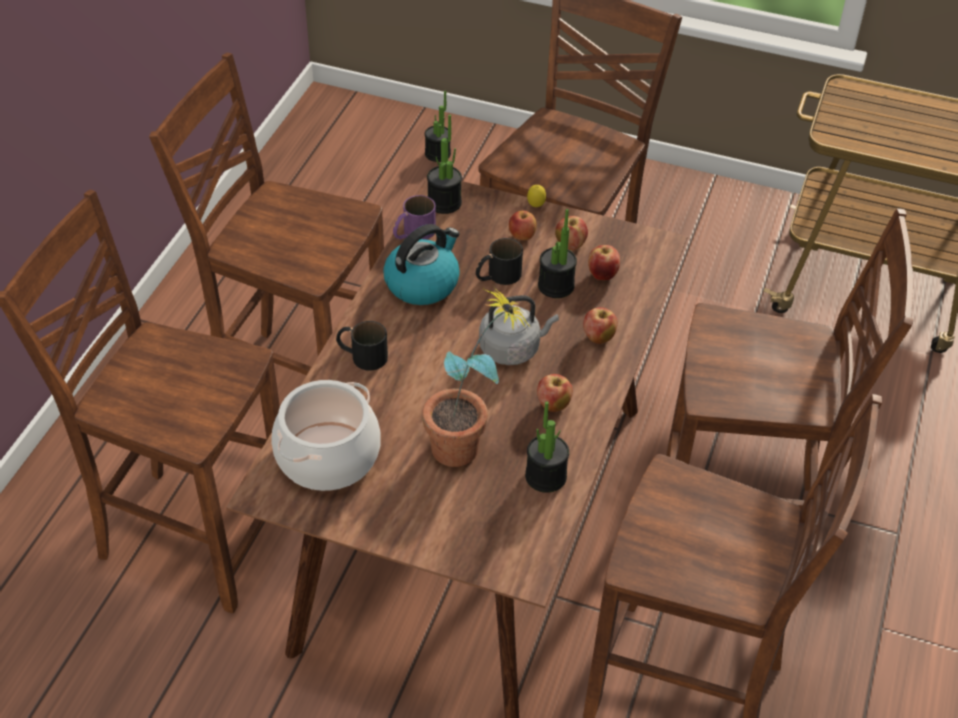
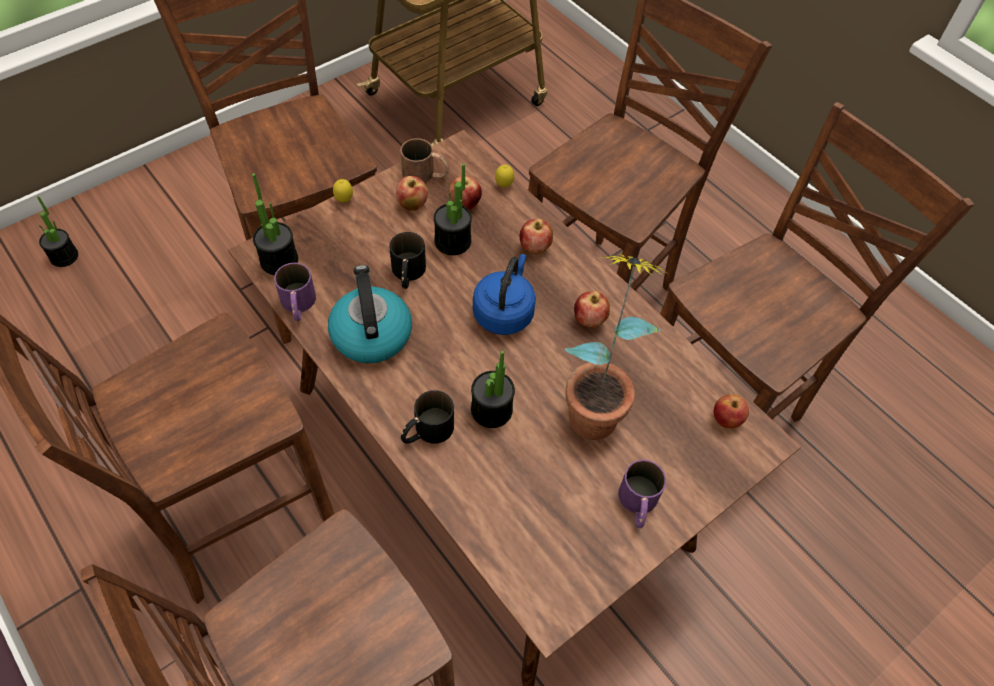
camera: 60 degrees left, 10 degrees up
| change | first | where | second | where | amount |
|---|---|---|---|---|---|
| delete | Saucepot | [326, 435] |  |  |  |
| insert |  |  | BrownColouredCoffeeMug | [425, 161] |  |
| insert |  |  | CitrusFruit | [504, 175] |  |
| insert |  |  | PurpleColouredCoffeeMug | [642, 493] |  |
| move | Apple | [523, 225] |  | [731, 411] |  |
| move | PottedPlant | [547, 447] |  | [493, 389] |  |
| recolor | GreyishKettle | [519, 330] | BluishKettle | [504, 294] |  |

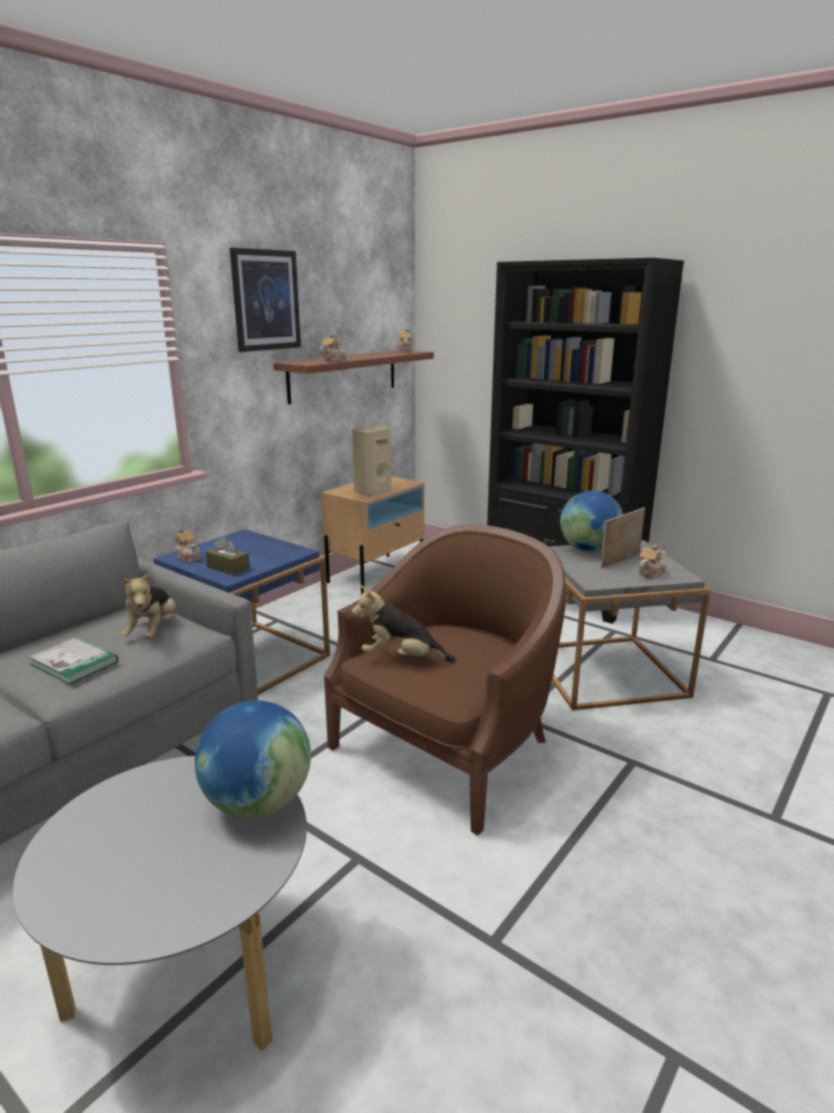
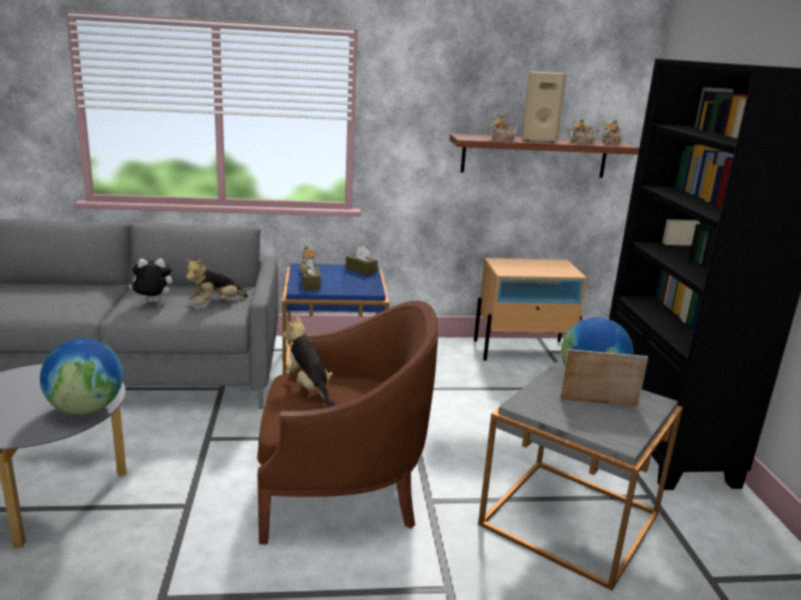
camera: 45 degrees right, 0 degrees up
| change | first | where | second | where | amount |
|---|---|---|---|---|---|
| delete | Picture | [265, 300] |  |  |  |
| insert |  |  | BrownColouredTissueHolder | [362, 261] |  |
| move | SandColouredSpeaker | [371, 461] |  | [544, 106] |  |
| move | TeaPot | [653, 561] |  | [583, 131] |  |
| replace | Book | [73, 661] | CuddlyToy | [150, 280] |  |

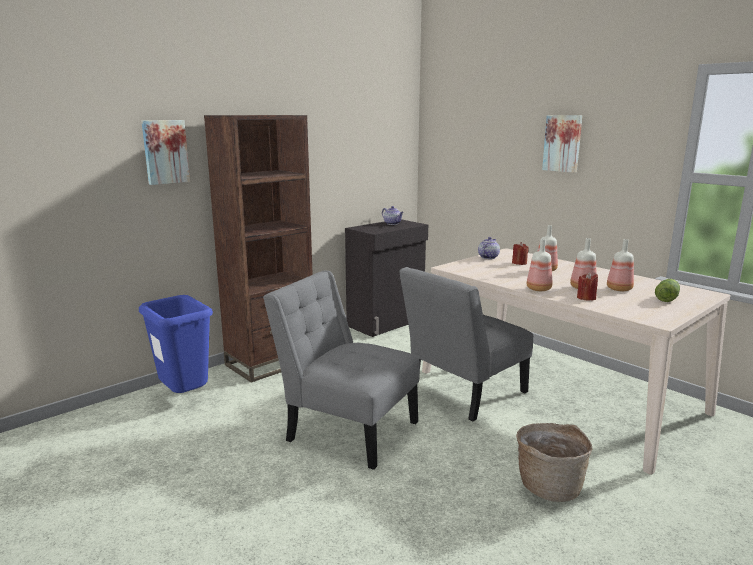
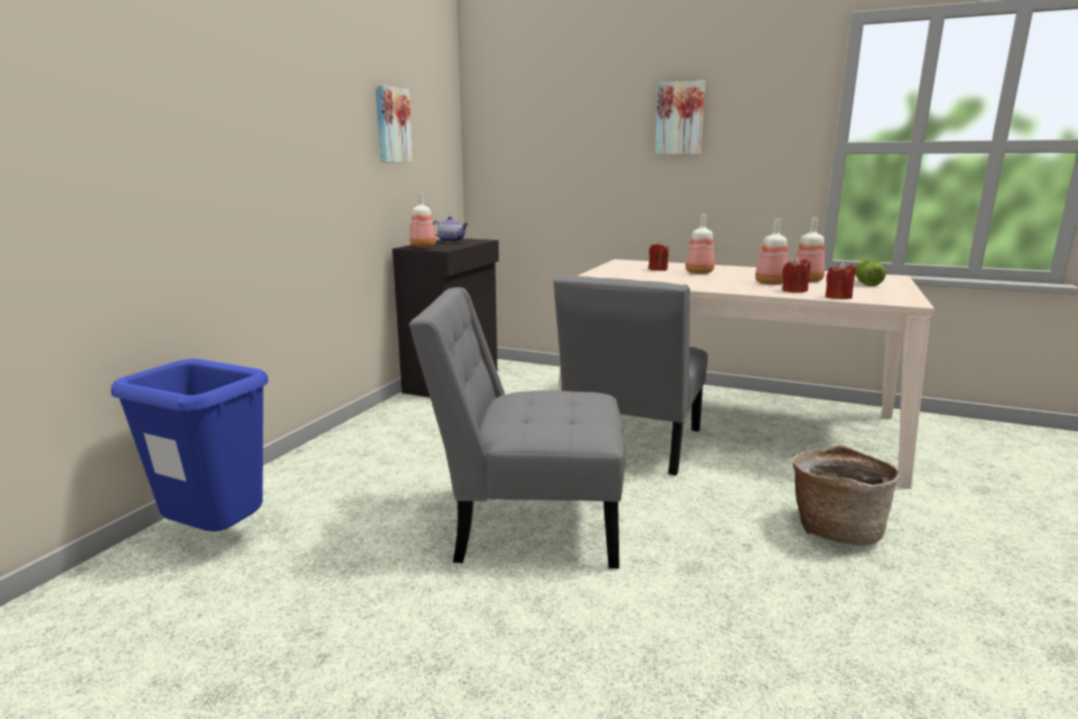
camera: 25 degrees left, 0 degrees up
| change | first | where | second | where | amount |
|---|---|---|---|---|---|
| delete | BrownColouredBookcase | [258, 249] |  |  |  |
| delete | TeaPot | [489, 248] |  |  |  |
| insert |  |  | ReddishWaxCandle | [840, 280] |  |
| move | Picture | [165, 152] |  | [394, 124] |  |
| move | BeverageBottle | [539, 265] |  | [423, 220] |  |

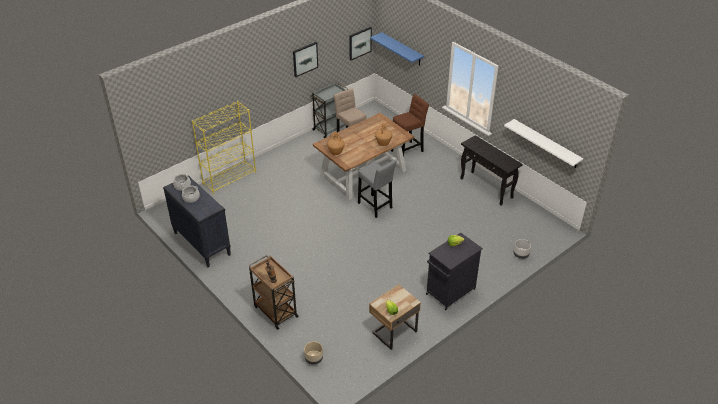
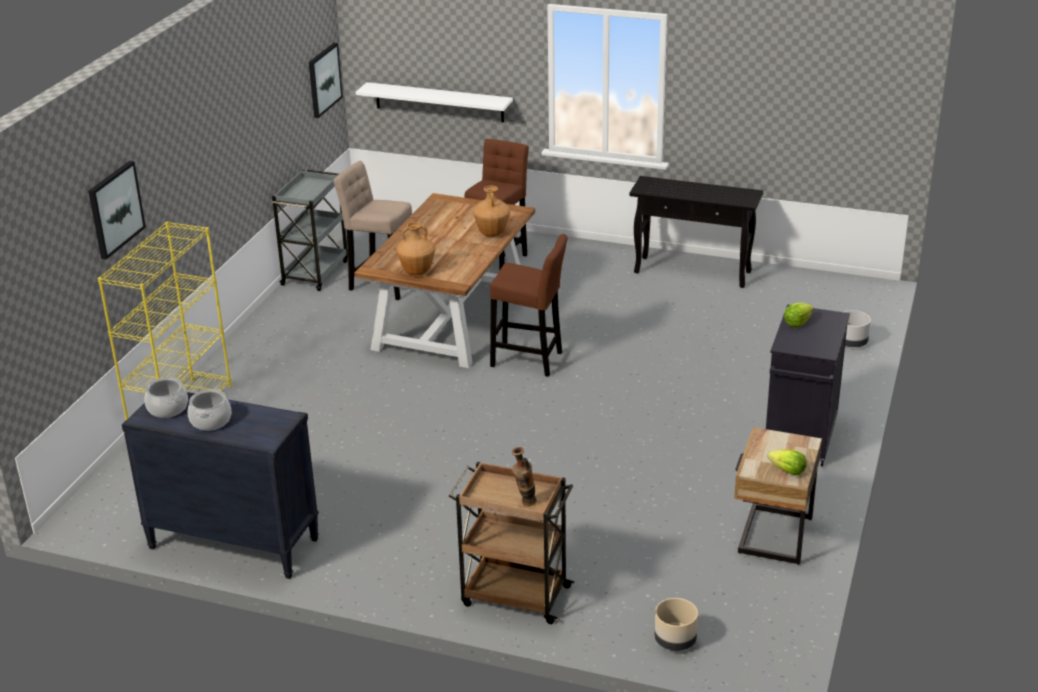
camera: 30 degrees left, 10 degrees down
| change | first | where | second | where | amount |
|---|---|---|---|---|---|
| delete | BluishBracketShelf | [397, 49] |  |  |  |
| move | Picture | [305, 59] |  | [117, 210] |  |
| move | WhiteColouredBracketShelf | [543, 143] |  | [434, 102] |  |
| recolor | GreyishSittingStool | [377, 188] | BrownColouredSittingStool | [529, 305] |  |

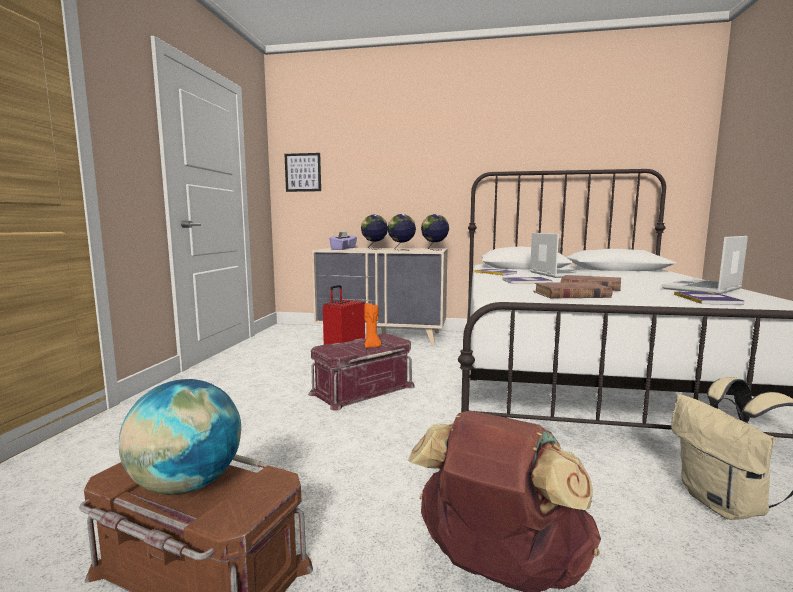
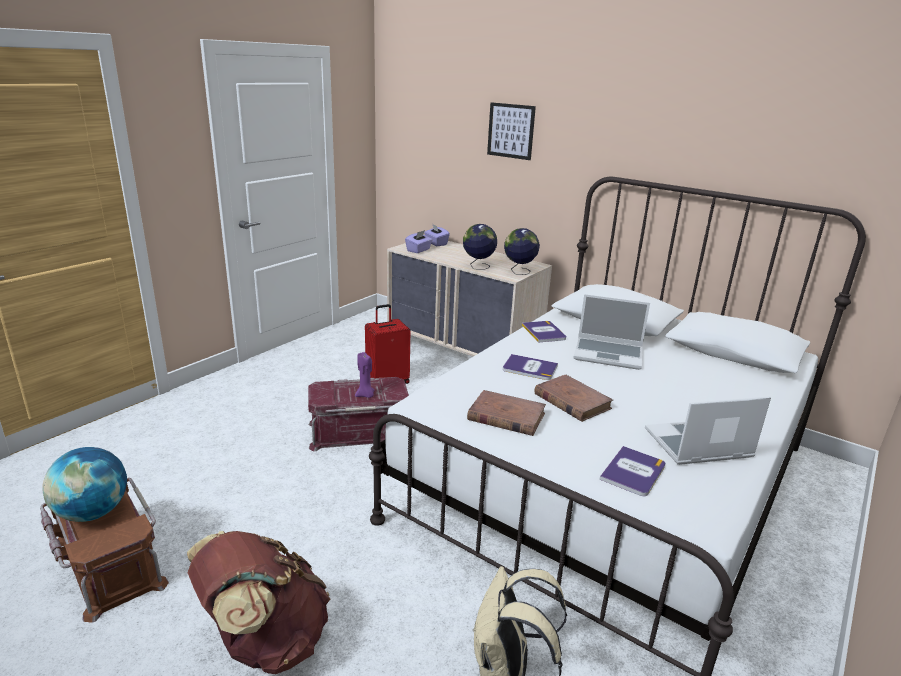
camera: 25 degrees right, 15 degrees up
| change | first | where | second | where | amount |
|---|---|---|---|---|---|
| delete | Globe | [374, 231] |  |  |  |
| move | Picture | [303, 172] |  | [511, 131] |  |
| recolor | OrangeWaxCandle | [372, 325] | PurpleColouredWaxCandle | [365, 375] |  |
| rotate | PortableComputer | [561, 255] |  | [612, 332] | 90 degrees clockwise |

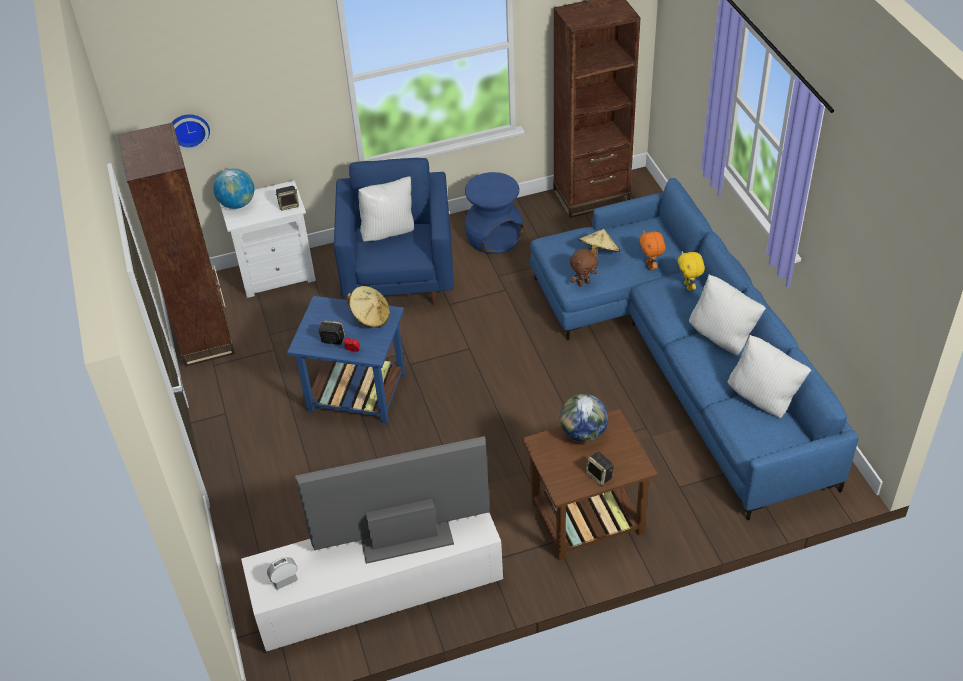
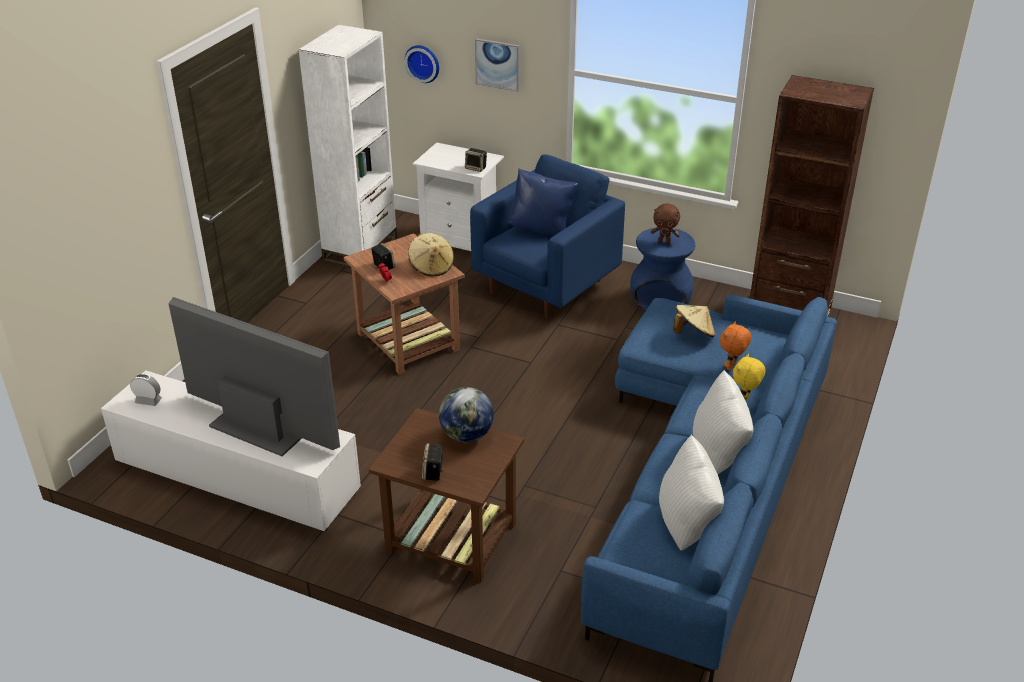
camera: 40 degrees right, 10 degrees down
| change | first | where | second | where | amount |
|---|---|---|---|---|---|
| delete | Globe | [233, 188] |  |  |  |
| insert |  |  | Picture | [497, 65] |  |
| move | BrownColouredCuddlyToy | [584, 268] |  | [665, 223] |  |
| recolor | BrownColouredBookcase | [176, 244] | WhiteColouredBookcase | [347, 146] |  |
| recolor | BluishEndTable | [346, 359] | BrownColouredEndTable | [404, 303] |  |
| recolor | WhiteColouredCushion | [386, 209] | BluishCushion | [543, 203] |  |

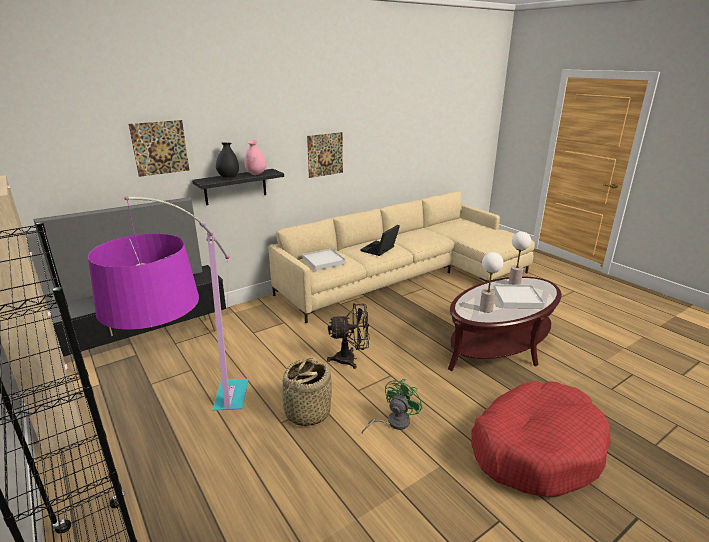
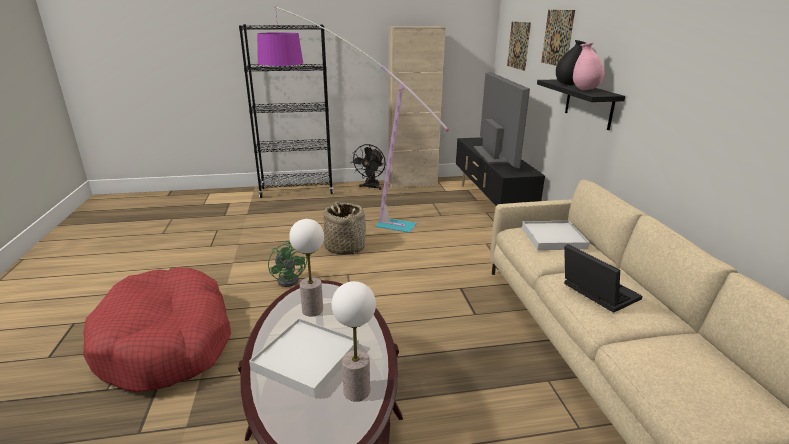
camera: 115 degrees right, 0 degrees up
| change | first | where | second | where | amount |
|---|---|---|---|---|---|
| move | Picture | [325, 155] |  | [519, 46] |  |
| move | BlackElectricFan | [348, 336] |  | [369, 167] |  |

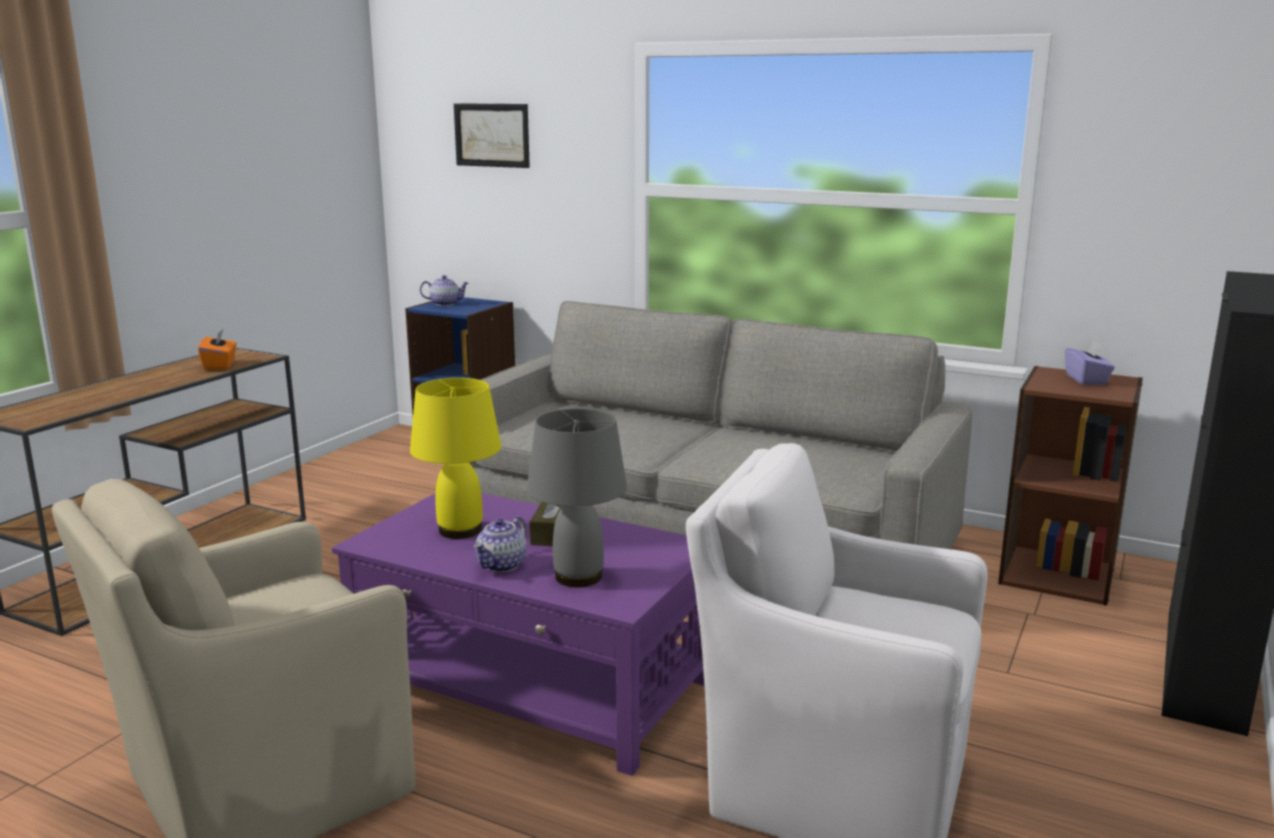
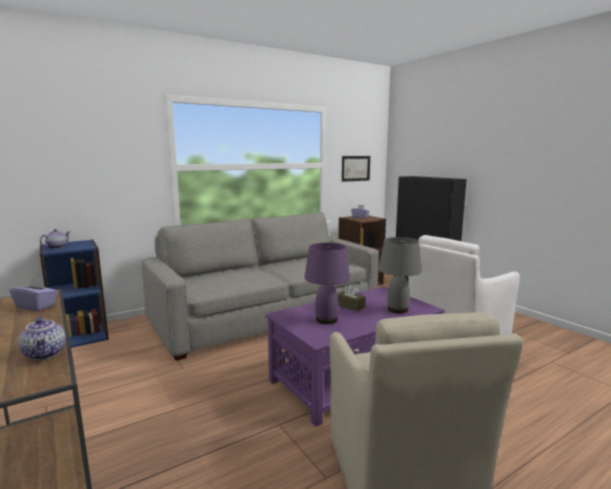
camera: 60 degrees left, 5 degrees down
| change | first | where | second | where | amount |
|---|---|---|---|---|---|
| move | Picture | [492, 135] |  | [356, 169] |  |
| move | TeaPot | [500, 544] |  | [42, 338] |  |
| recolor | OrangeTissueHolder | [217, 349] | PurpleColouredTissueHolder | [33, 294] |  |
| recolor | YellowishTabletopLamp | [455, 458] | PurpleColouredTabletopLamp | [327, 283] |  |

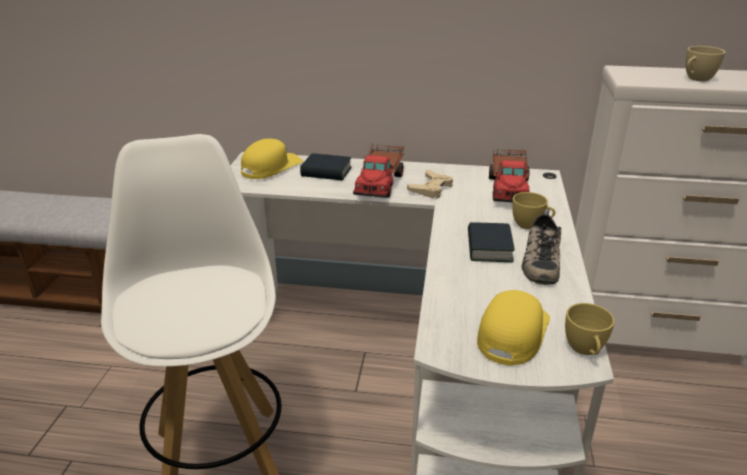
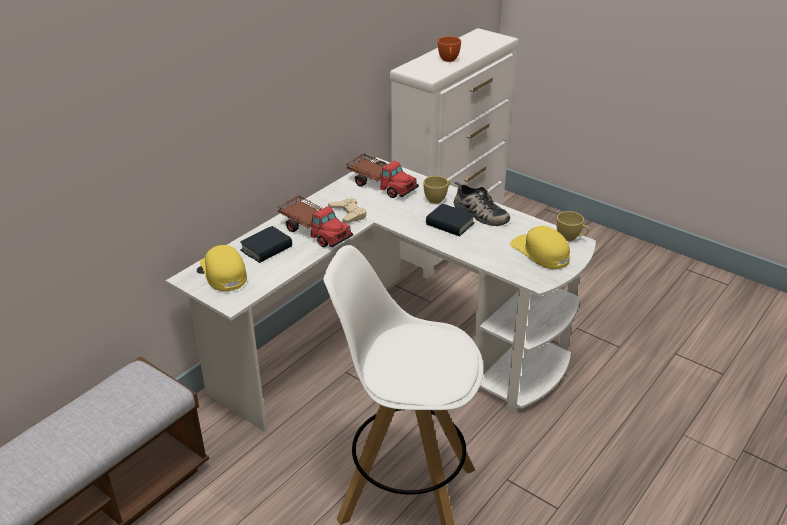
camera: 60 degrees left, 5 degrees up
| change | first | where | second | where | amount |
|---|---|---|---|---|---|
| recolor | SandColouredSmallCup | [705, 63] | OrangeSmallCup | [449, 49] |  |

